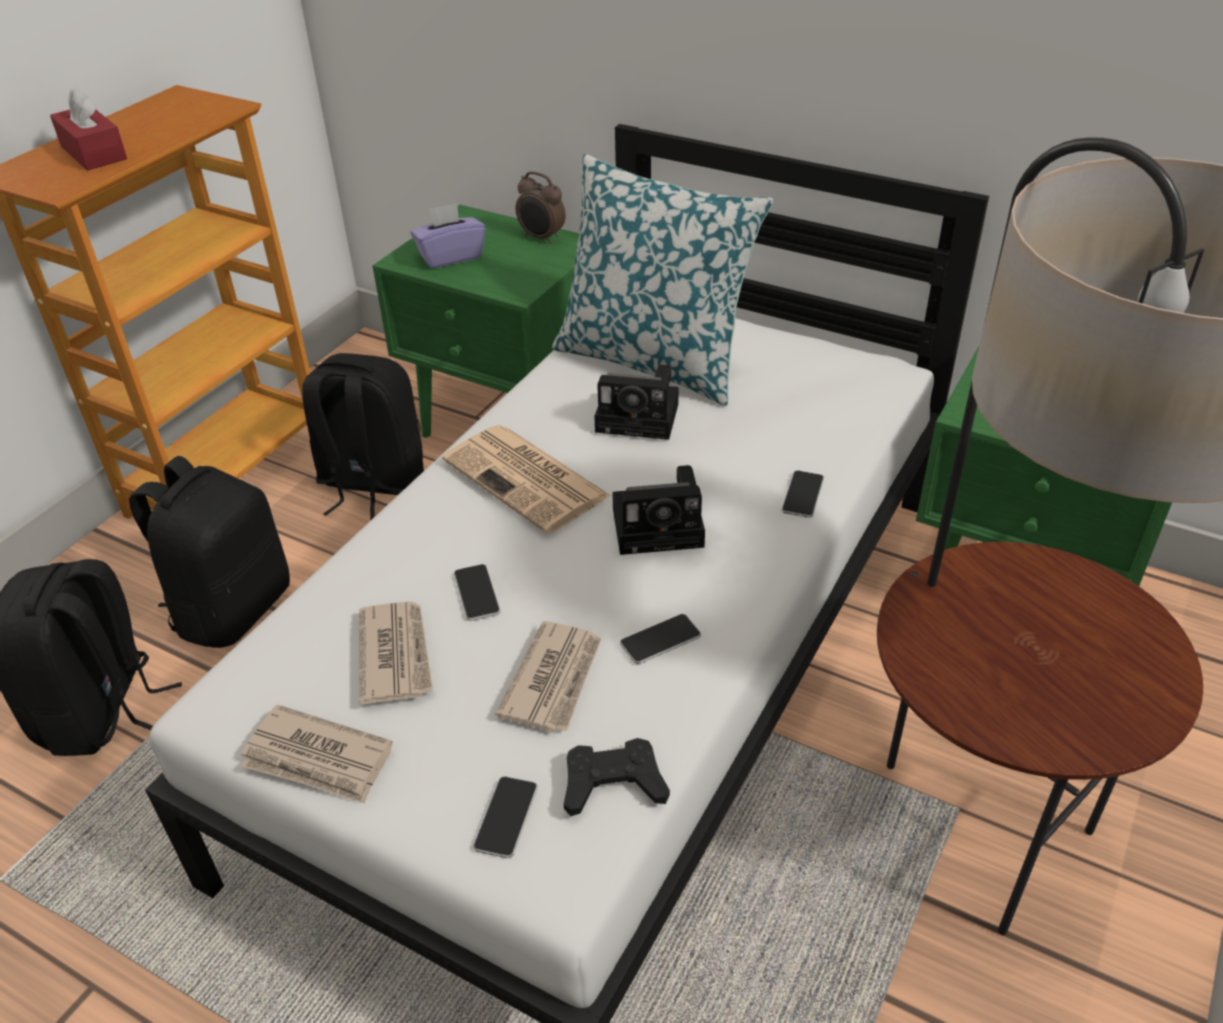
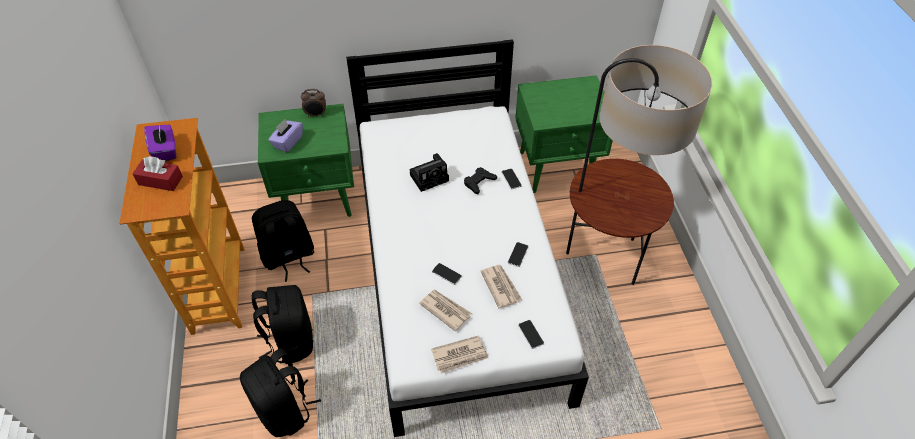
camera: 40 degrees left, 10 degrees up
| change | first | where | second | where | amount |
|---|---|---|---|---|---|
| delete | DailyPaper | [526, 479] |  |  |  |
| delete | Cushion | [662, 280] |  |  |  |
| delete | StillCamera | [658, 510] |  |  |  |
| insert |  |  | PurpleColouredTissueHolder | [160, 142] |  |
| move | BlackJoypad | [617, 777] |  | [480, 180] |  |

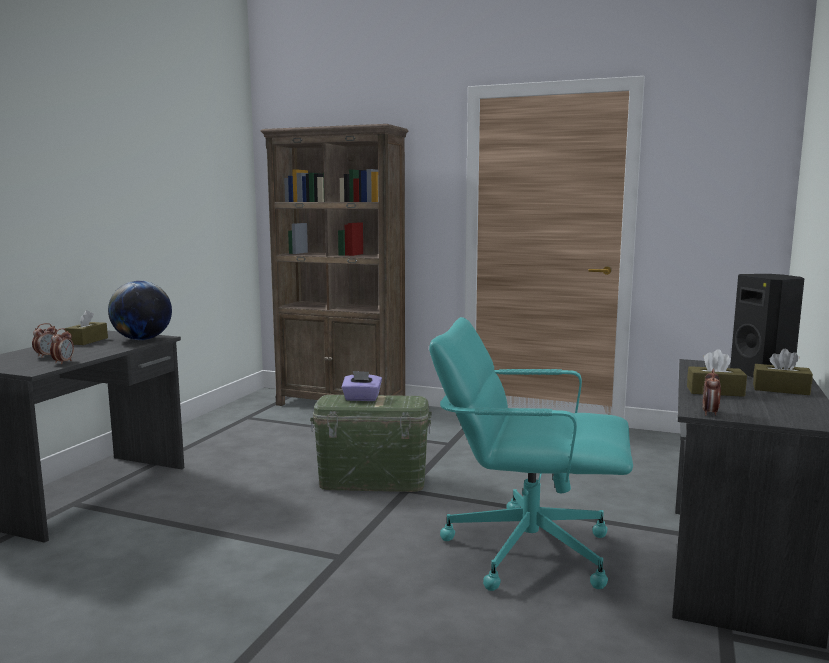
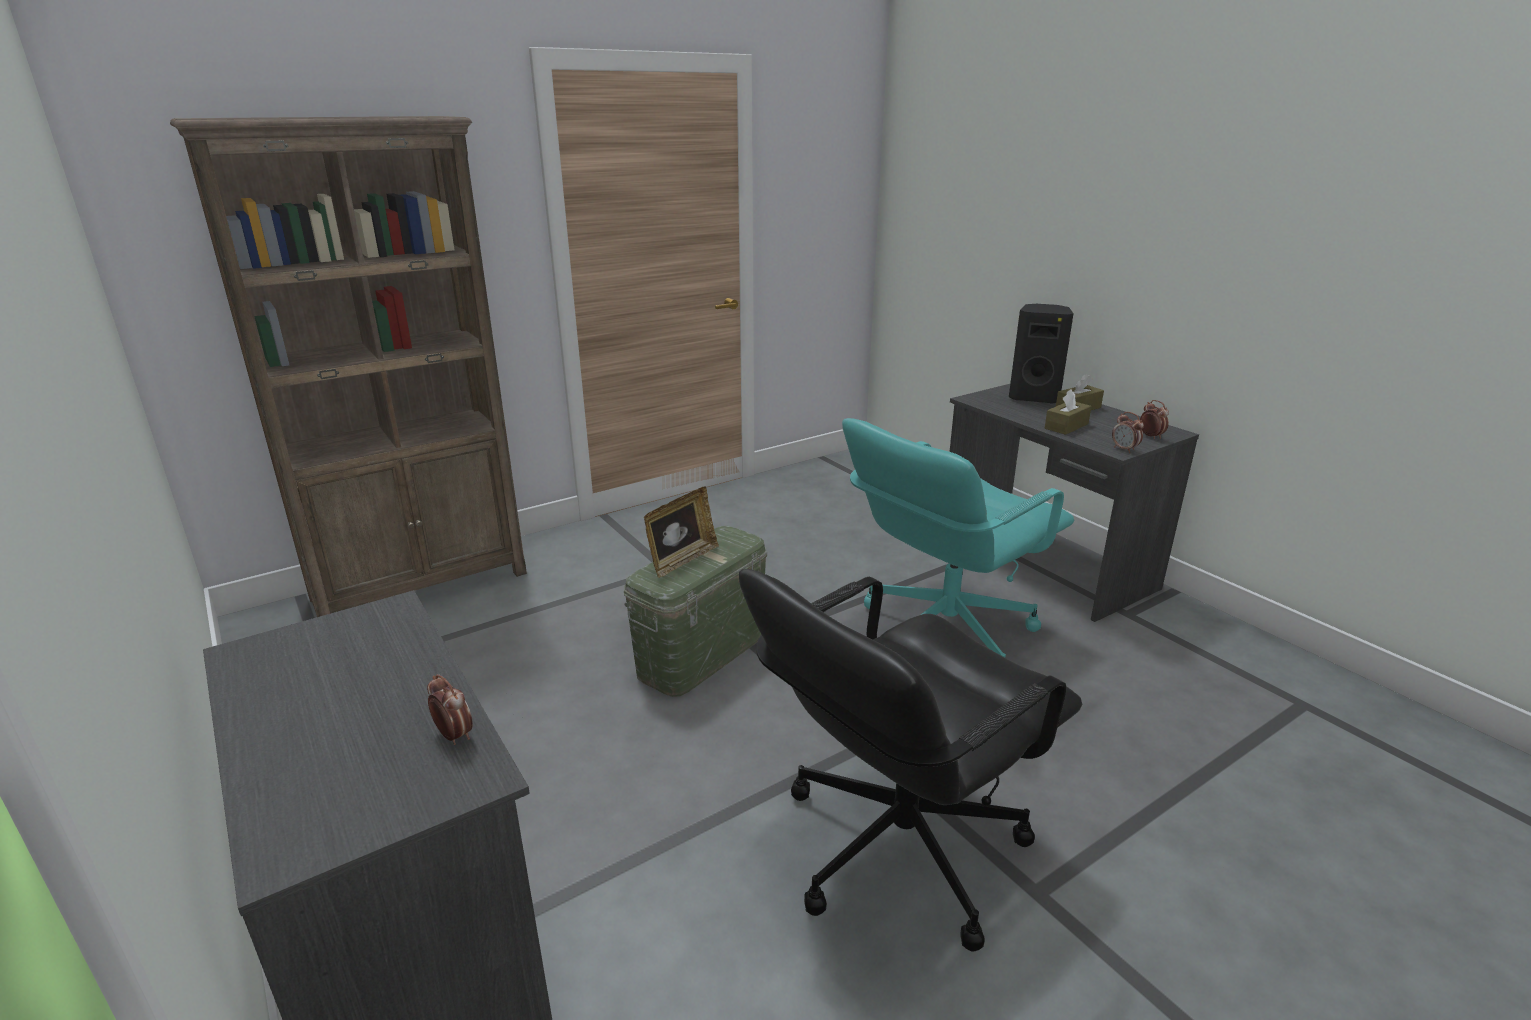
camera: 55 degrees left, 15 degrees up
| change | first | where | second | where | amount |
|---|---|---|---|---|---|
| delete | BrownColouredTissueHolder | [86, 327] |  |  |  |
| delete | Globe | [140, 310] |  |  |  |
| insert |  |  | BlackOfficeChair | [910, 760] |  |
| move | AlarmClock | [44, 340] |  | [1154, 419] |  |
| replace | PurpleColouredTissueHolder | [361, 386] | PhotoFrame | [681, 532] |  |

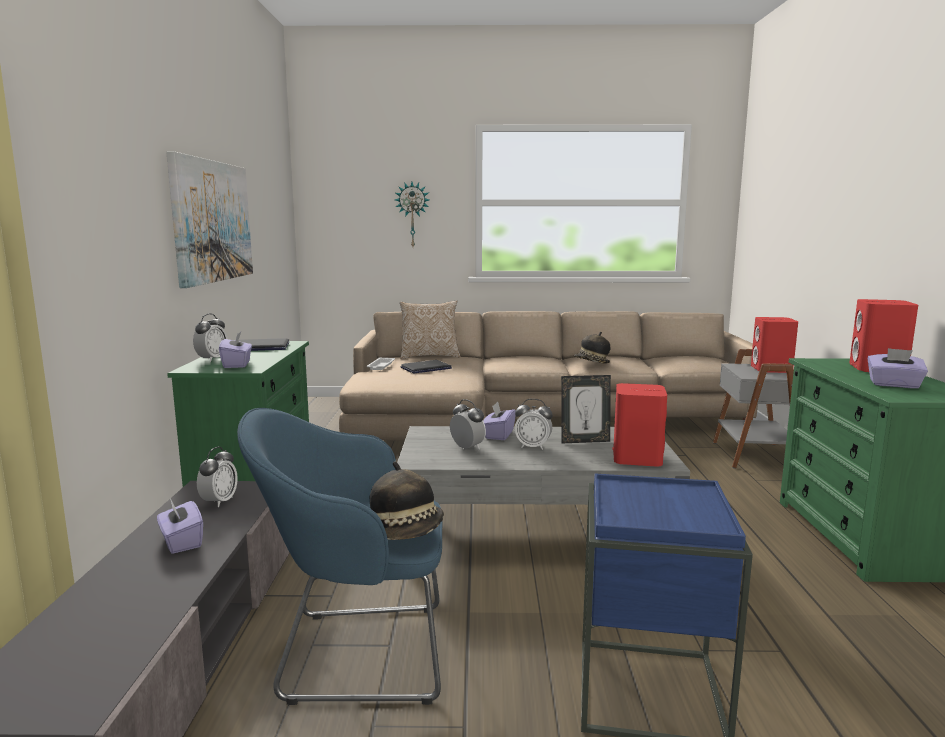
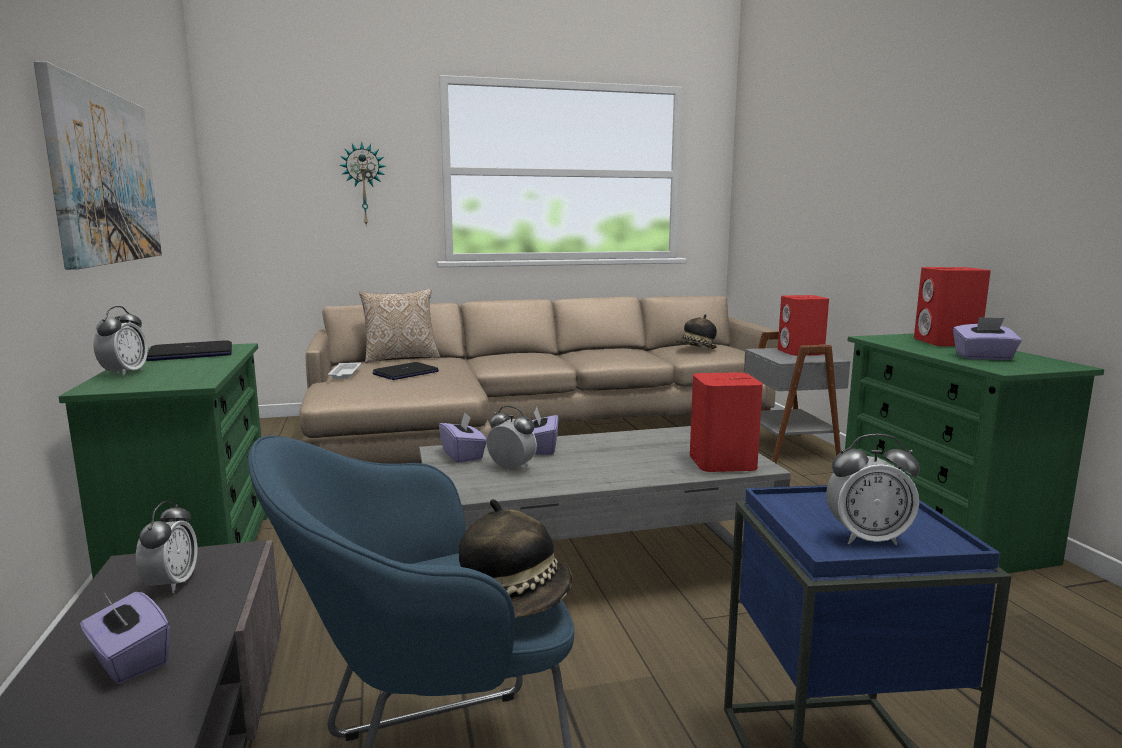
camera: 15 degrees left, 0 degrees up
| change | first | where | second | where | amount |
|---|---|---|---|---|---|
| delete | PhotoFrame | [586, 409] |  |  |  |
| move | PurpleColouredTissueHolder | [235, 349] |  | [463, 438] |  |
| move | AlarmClock | [534, 424] |  | [873, 489] |  |
| move | WearableHat | [592, 347] |  | [697, 331] |  |

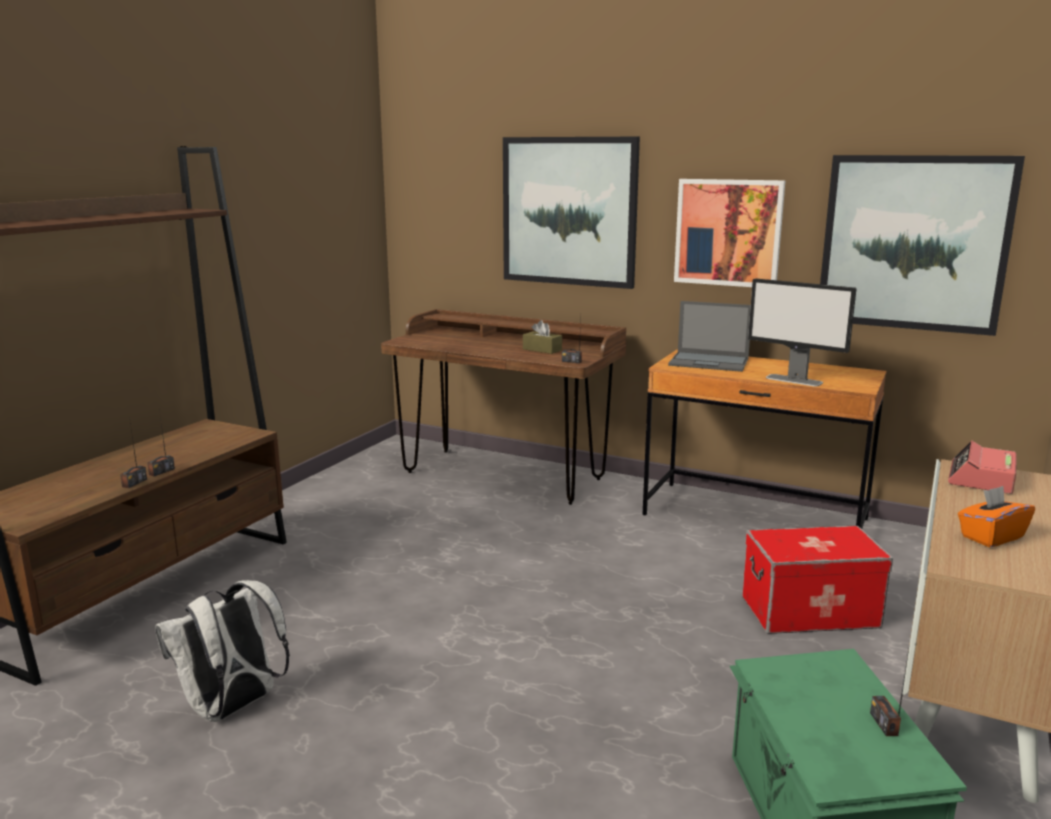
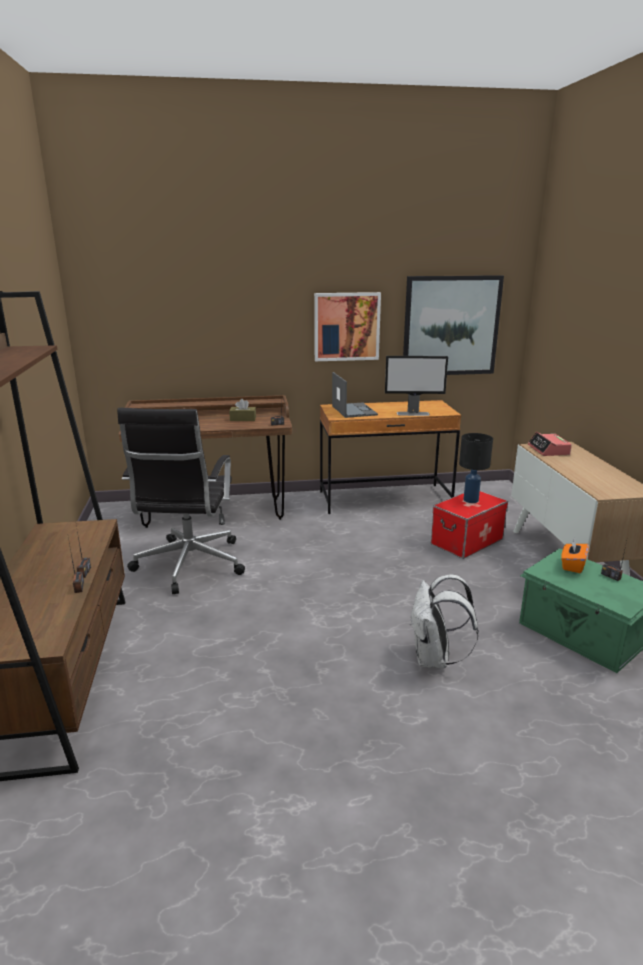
camera: 35 degrees left, 5 degrees up
| change | first | where | second | where | amount |
|---|---|---|---|---|---|
| delete | Picture | [571, 213] |  |  |  |
| insert |  |  | BlackOfficeChair | [181, 501] |  |
| insert |  |  | BlackTabletopLamp | [476, 468] |  |
| move | WhiteColouredKnapsack | [222, 651] |  | [445, 622] |  |
| move | OrangeTissueHolder | [996, 516] |  | [575, 555] |  |
| rotate | PortableComputer | [709, 336] |  | [355, 395] | 90 degrees counterclockwise |

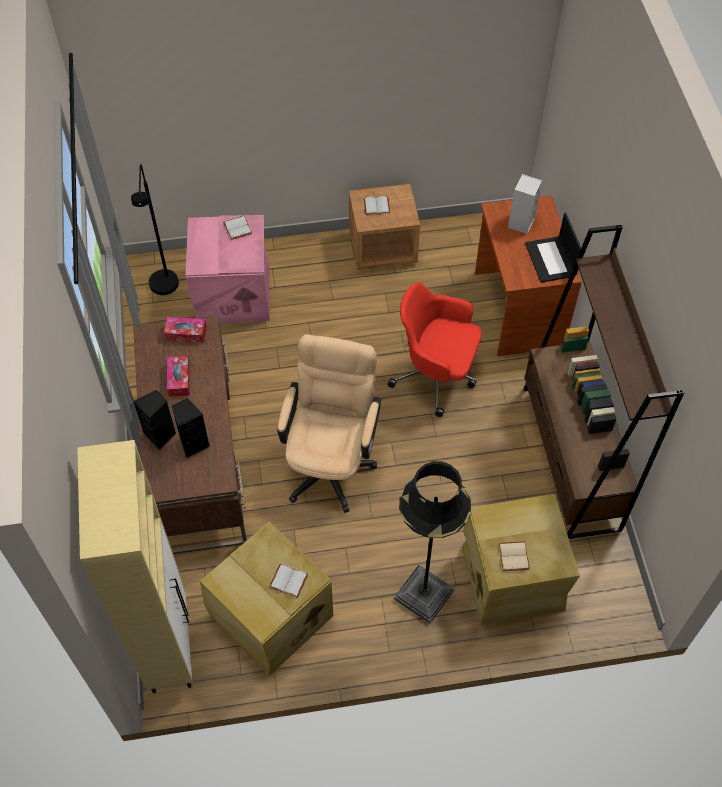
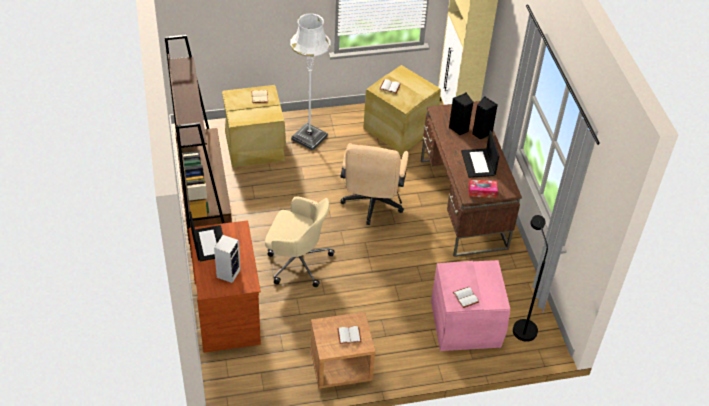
camera: 175 degrees right, 10 degrees down
| change | first | where | second | where | amount |
|---|---|---|---|---|---|
| replace | TissueHolder | [178, 376] | PortableComputer | [480, 154] |  |
| recolor | ReddishOfficeChair | [435, 349] | SandColouredOfficeChair | [300, 241] |  |
| recolor | BlackFloorLamp | [432, 542] | WhiteColouredFloorLamp | [310, 82] |  |

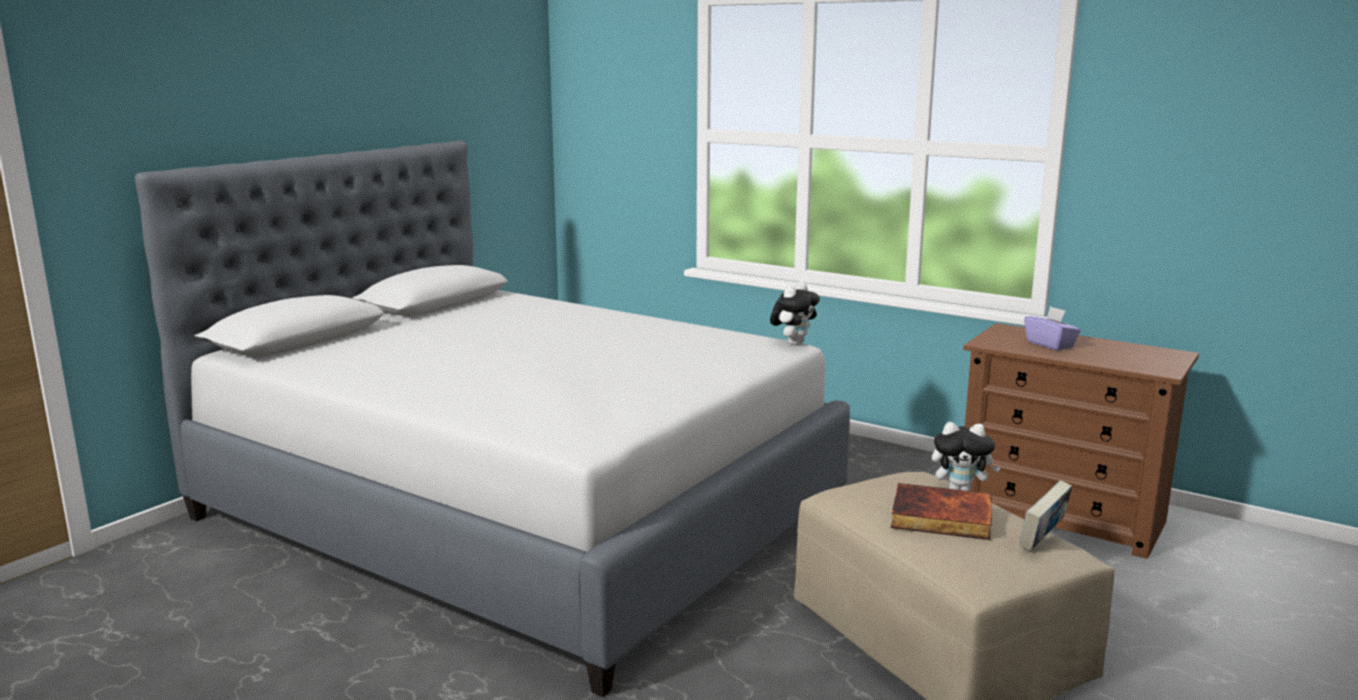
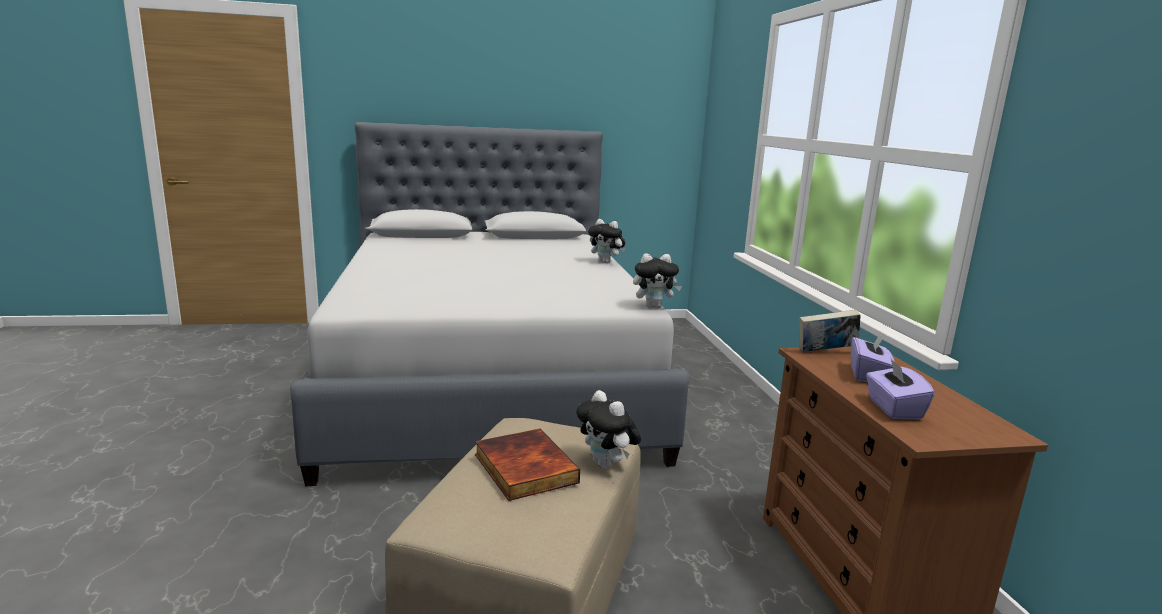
camera: 45 degrees right, 0 degrees up
| change | first | where | second | where | amount |
|---|---|---|---|---|---|
| insert |  |  | CuddlyToy | [606, 241] |  |
| insert |  |  | PurpleColouredTissueHolder | [900, 389] |  |
| move | Book | [1046, 515] |  | [830, 331] |  |

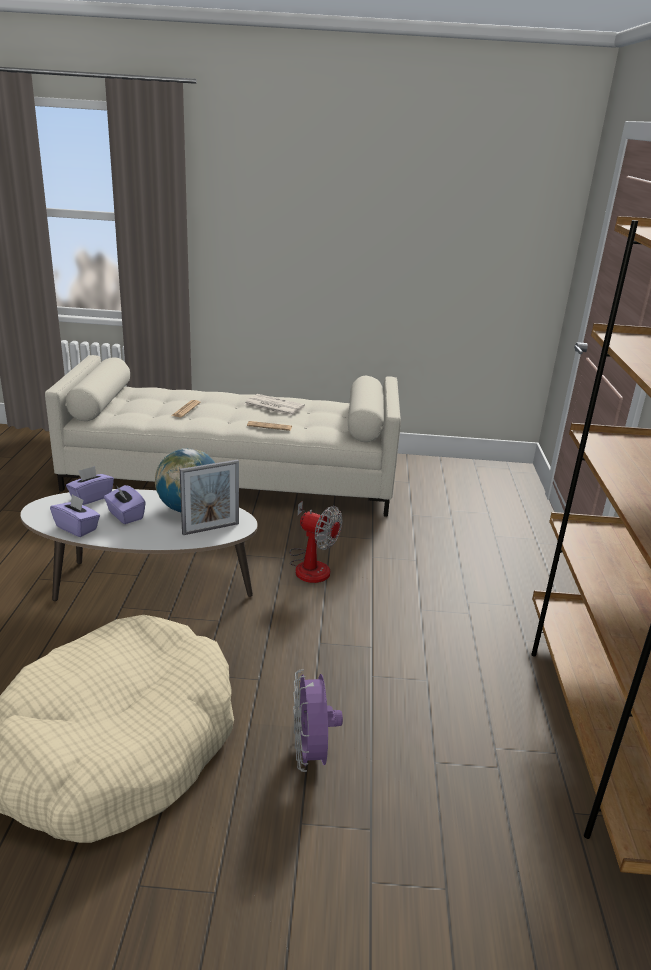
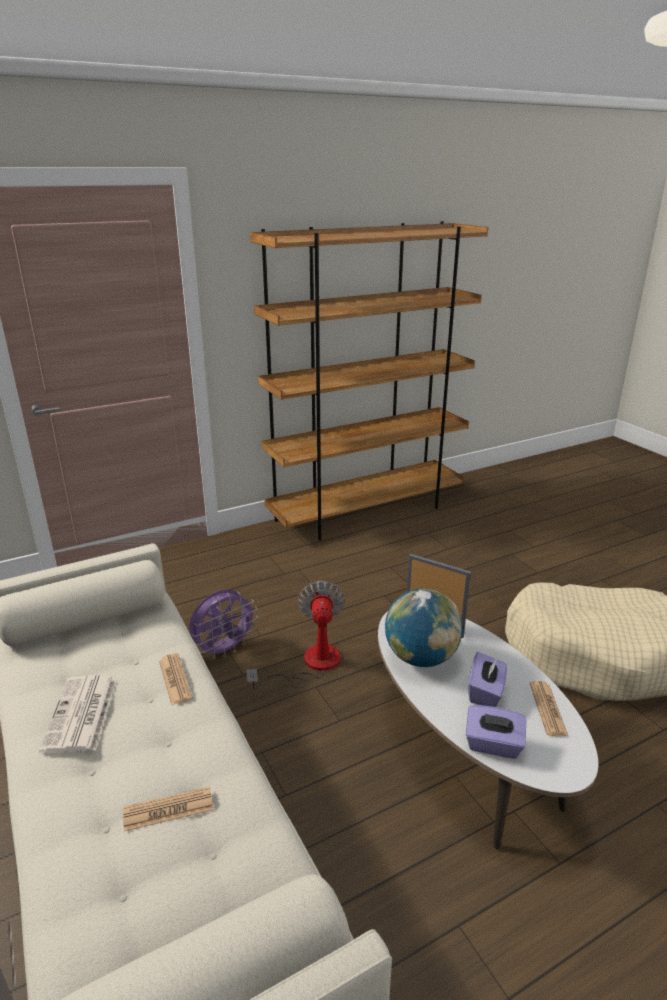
camera: 120 degrees left, 0 degrees up
| change | first | where | second | where | amount |
|---|---|---|---|---|---|
| move | PurpleColouredElectricFan | [318, 720] |  | [223, 624] |  |
| replace | PurpleColouredTissueHolder | [75, 515] | DailyPaper | [549, 708] |  |

